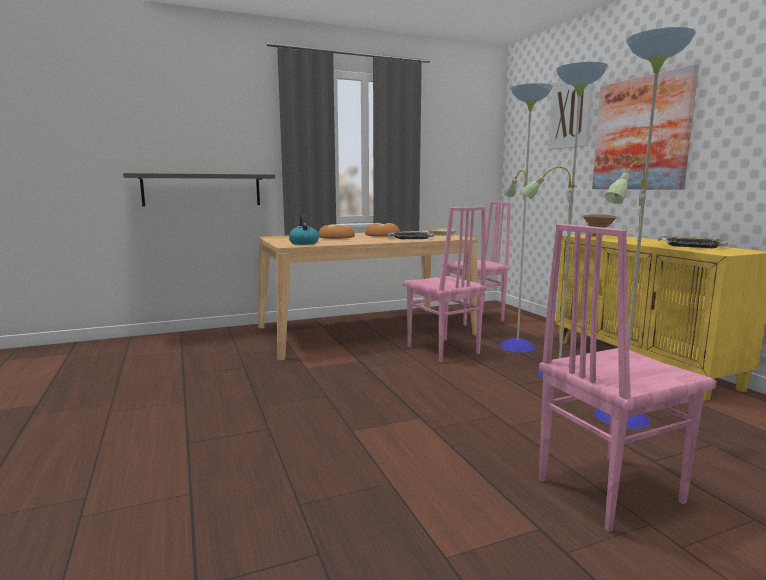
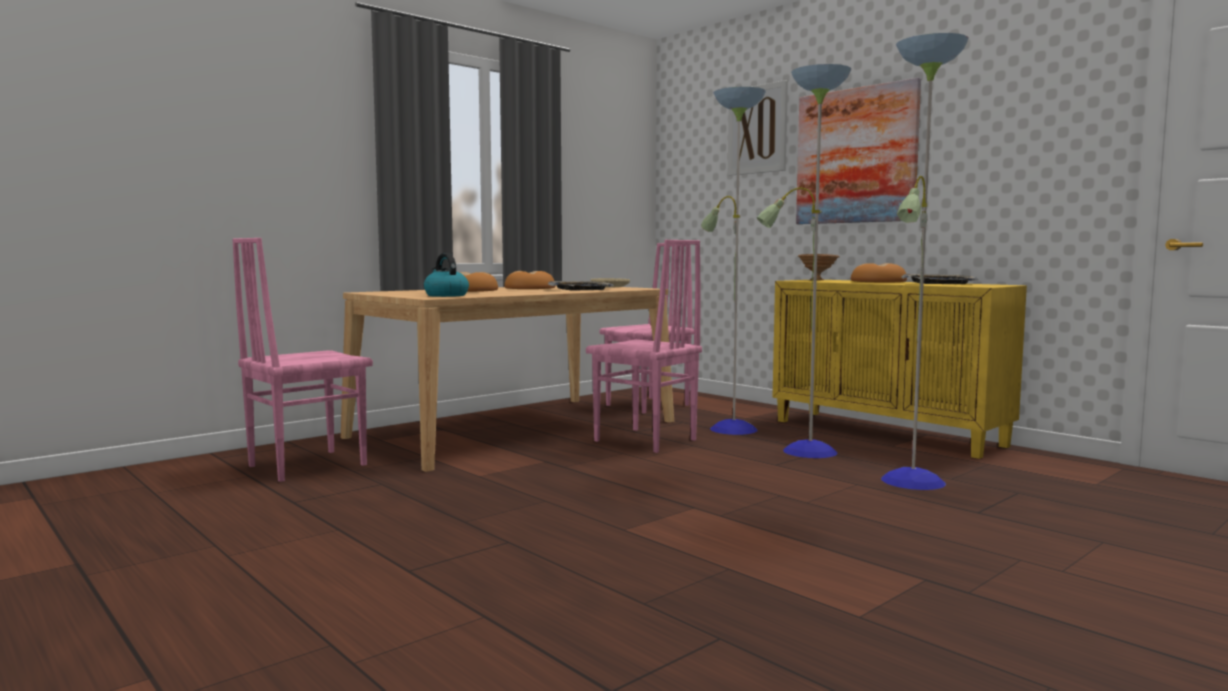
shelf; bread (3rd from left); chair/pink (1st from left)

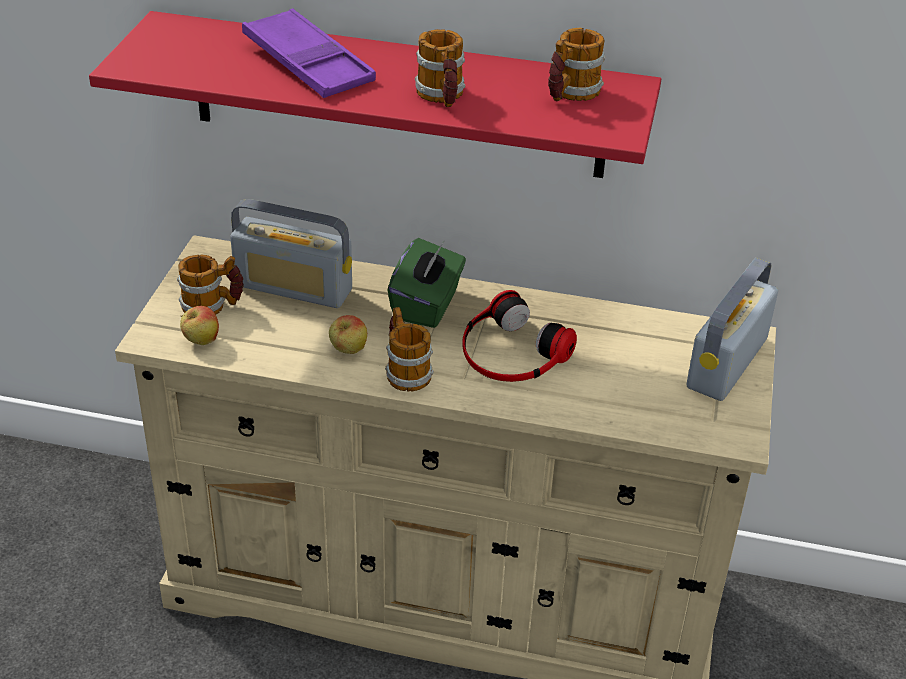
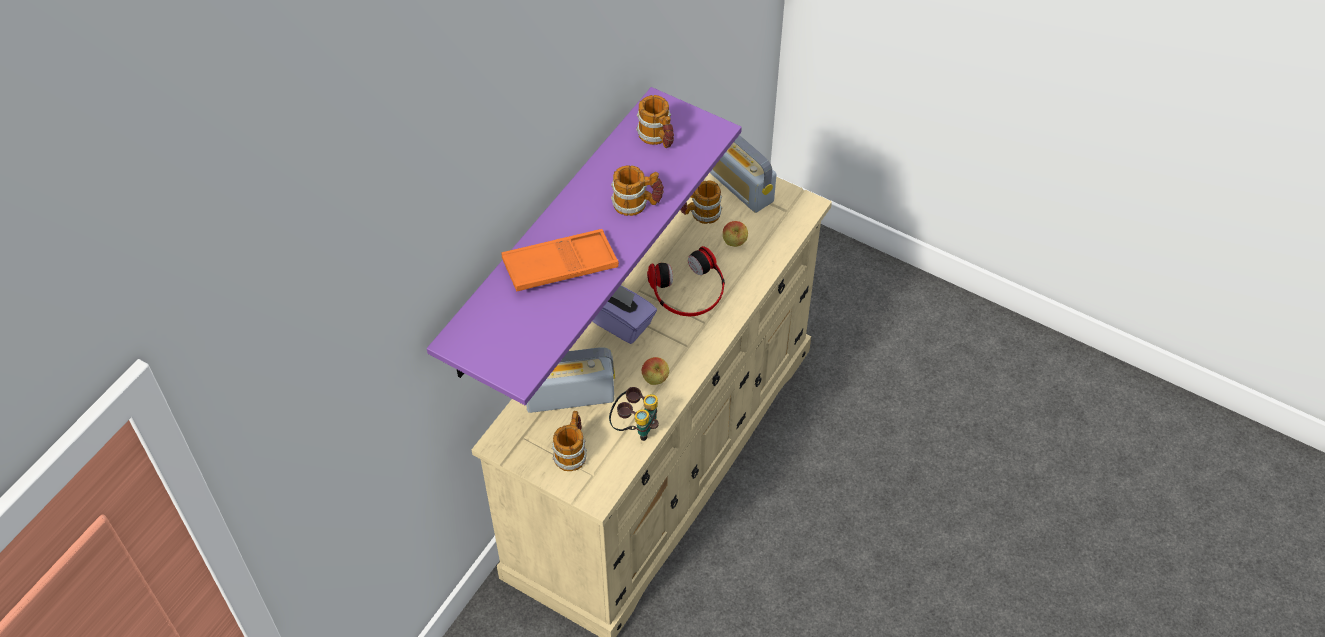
binoculars; apple (2nd from left); mug (4th from left); shelf/purple; tray/orange; tissue box/purple; radio (1st from left)

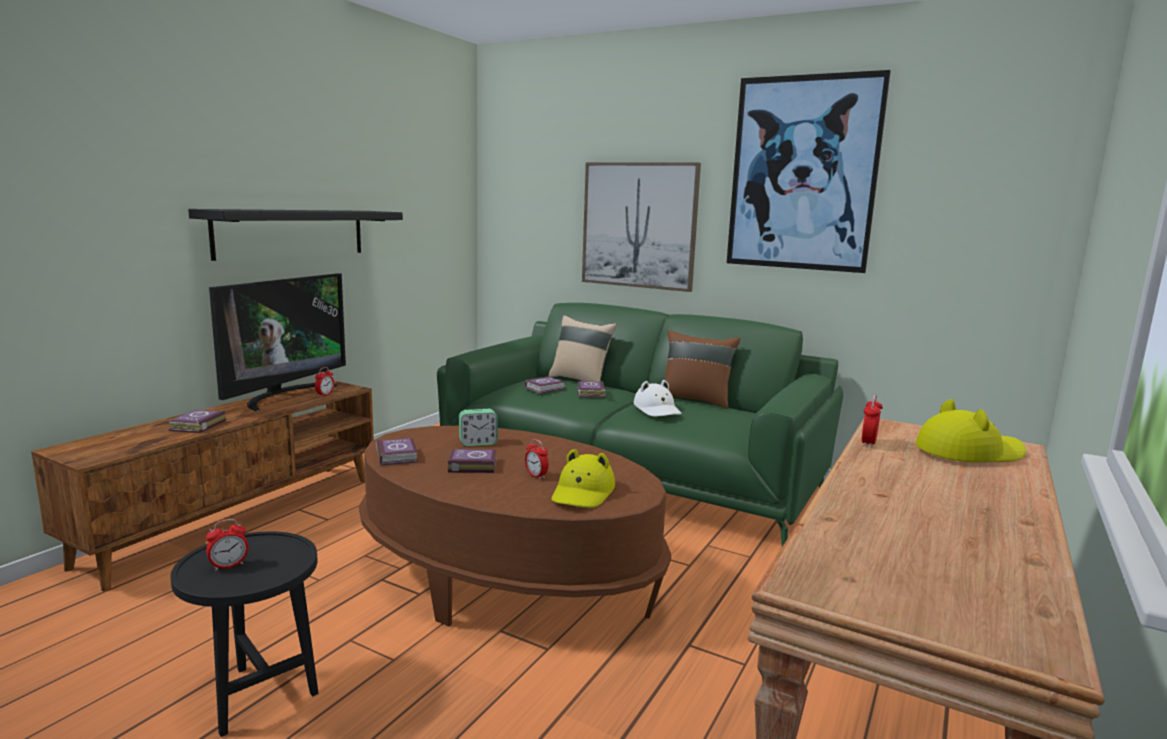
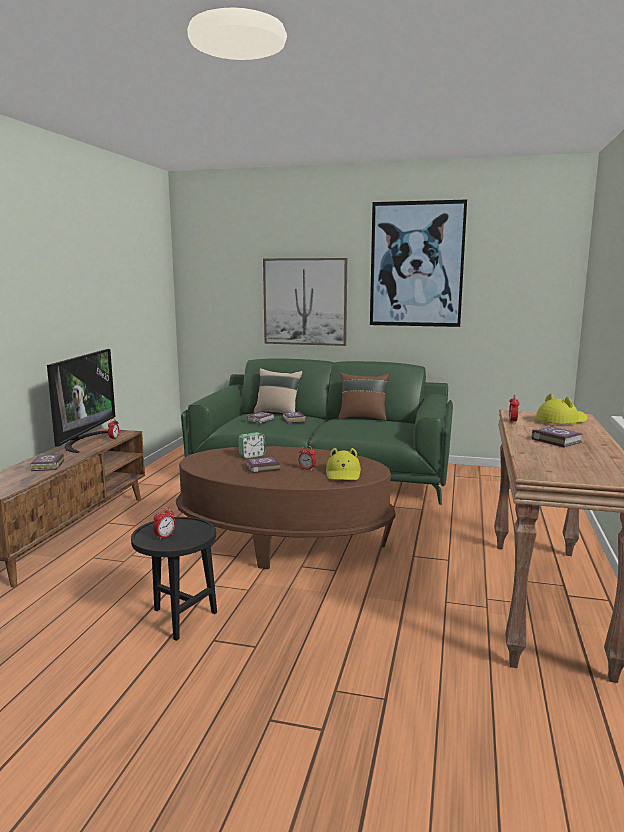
shelf/black; hat/white; book (5th from left)

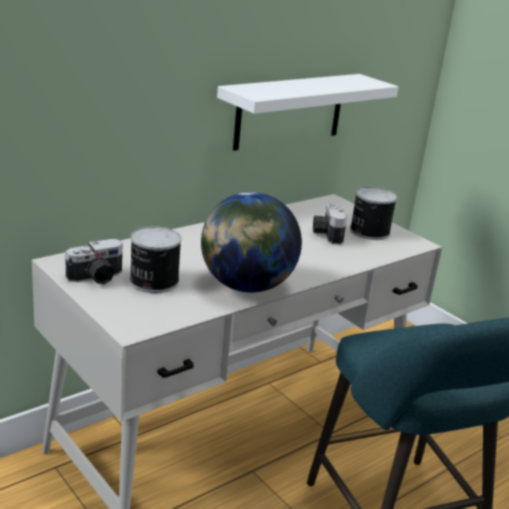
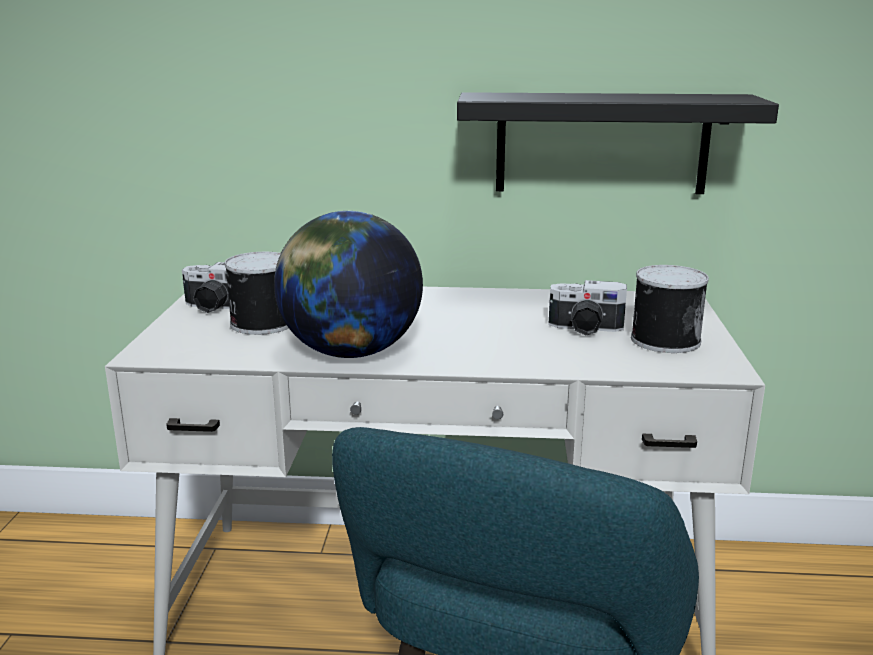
shelf/black; photo camera (2nd from left)

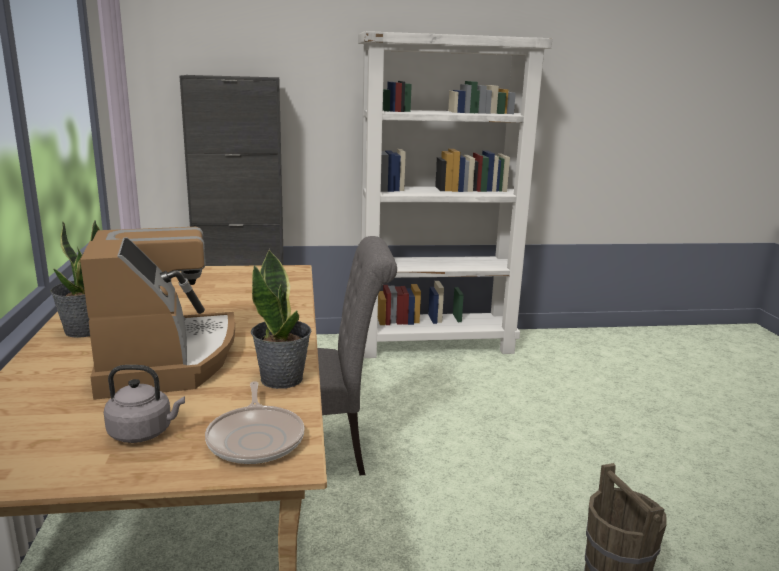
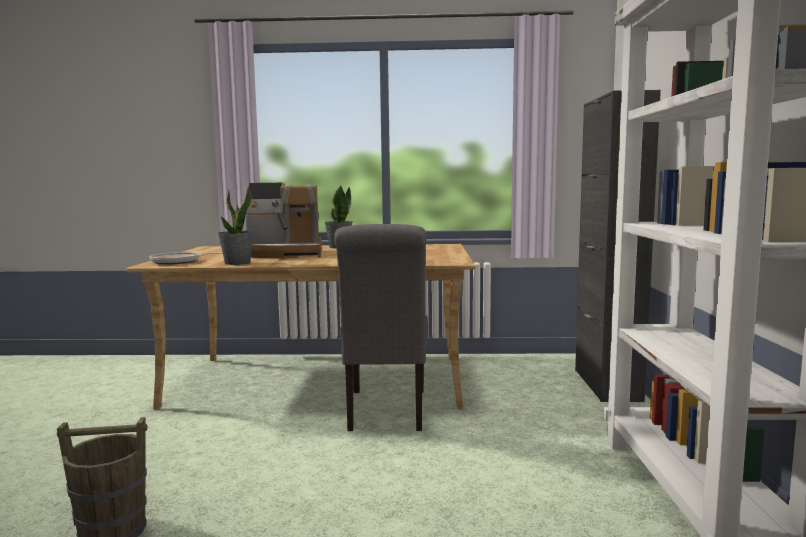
kettle/grey

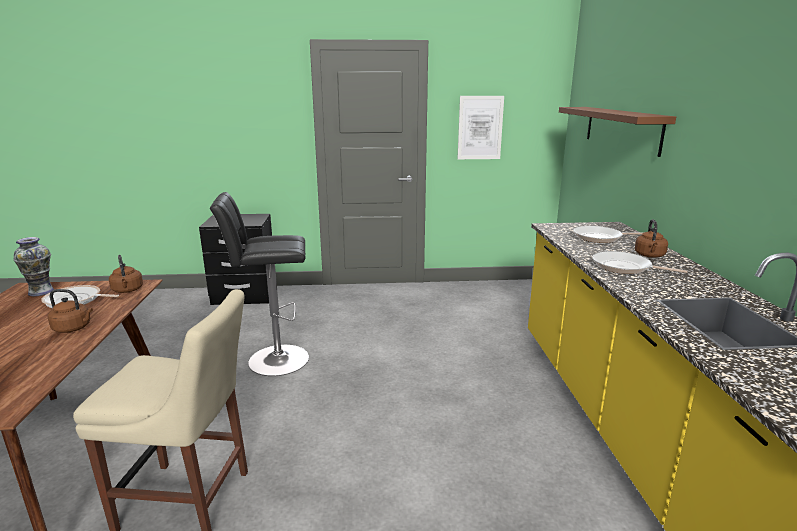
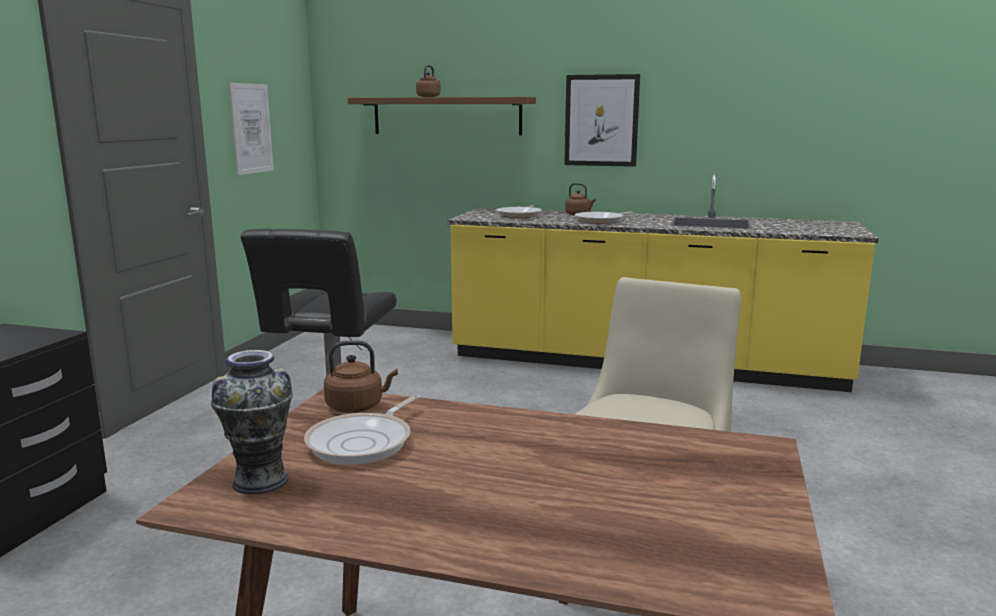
picture (2nd from left); kettle/brown (2nd from left)

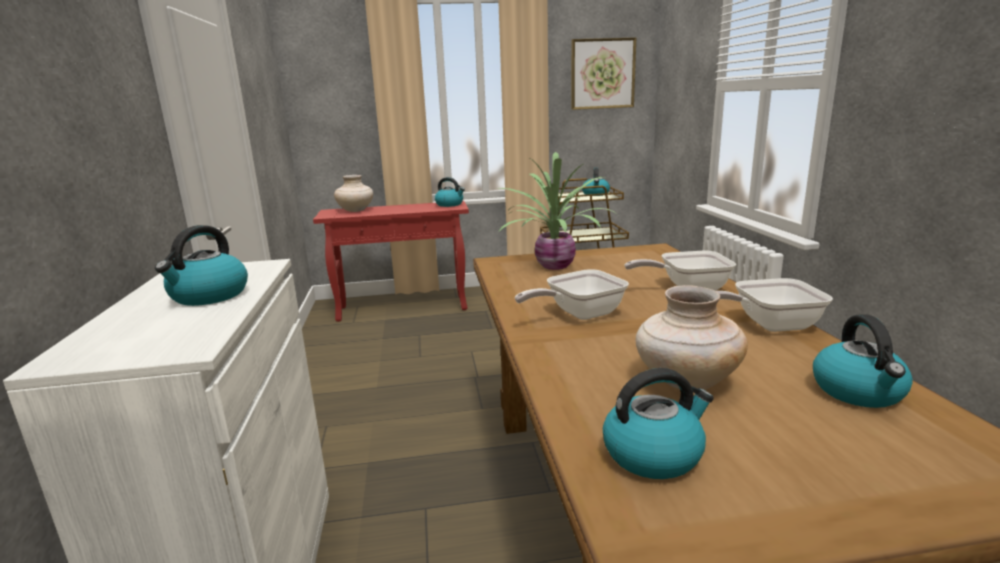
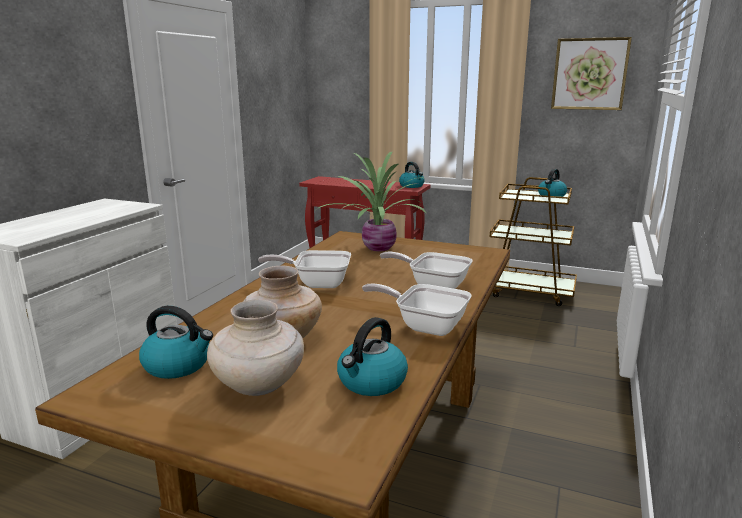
kettle (1st from left in the first image); vase/beige (1st from left)

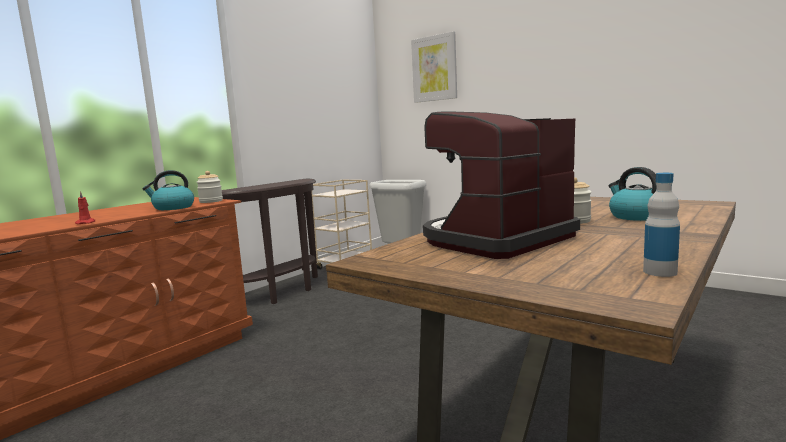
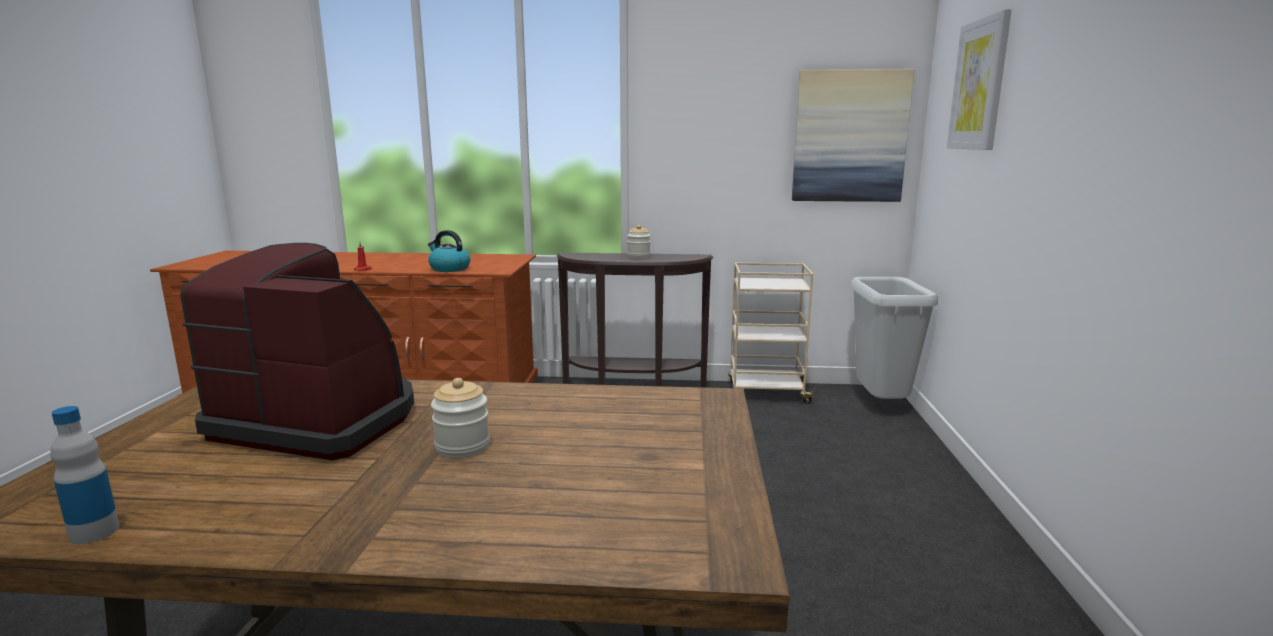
kettle (2nd from left in the first image); picture (1st from left); jar (2nd from left)

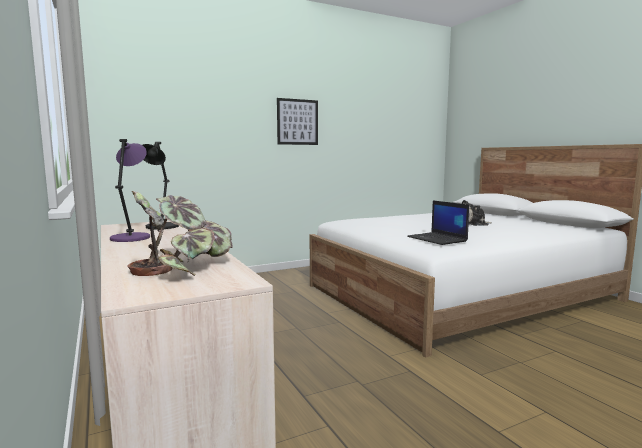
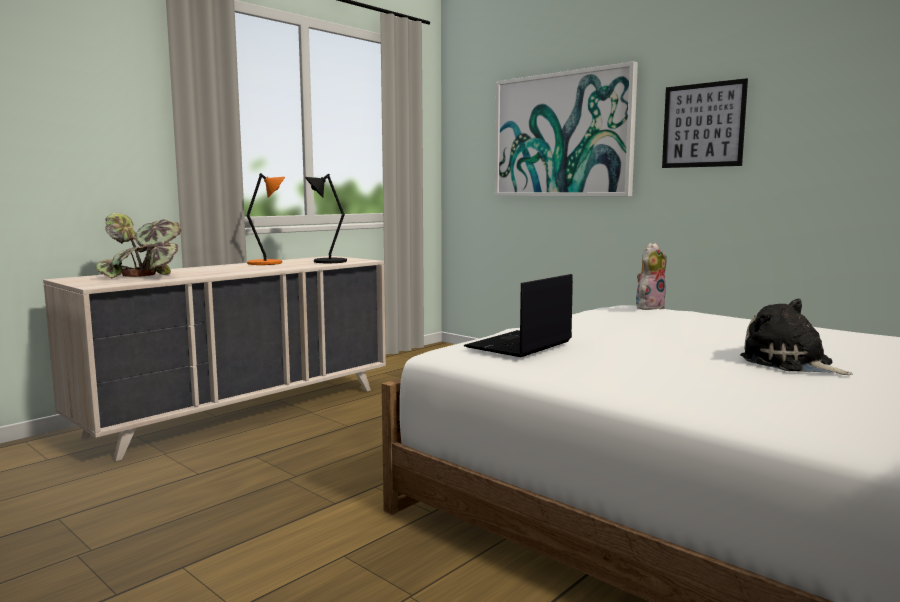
picture (1st from left); plush toy (1st from left); table lamp/orange

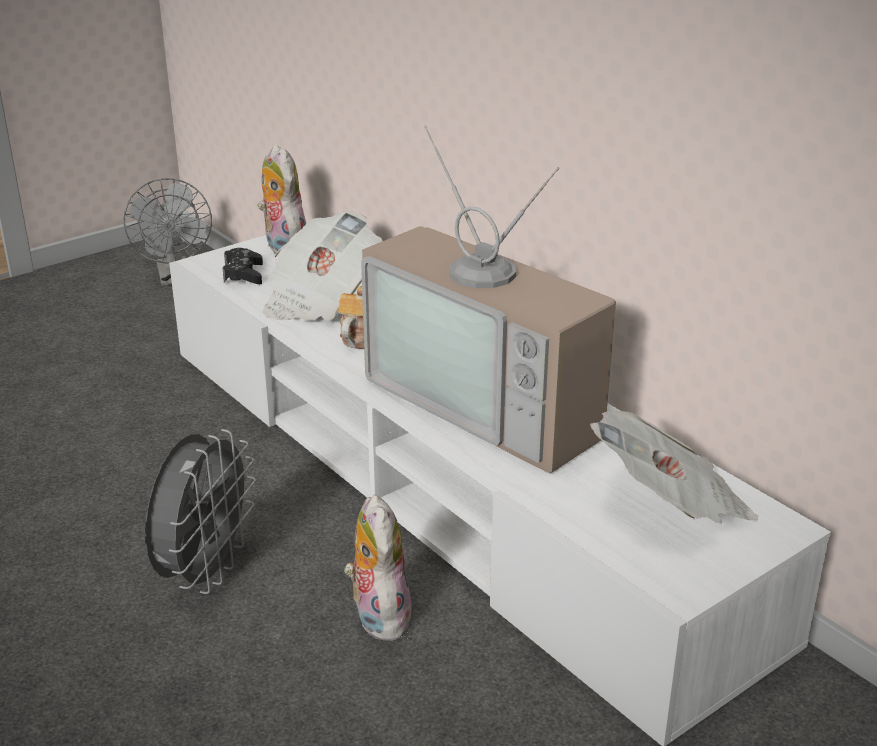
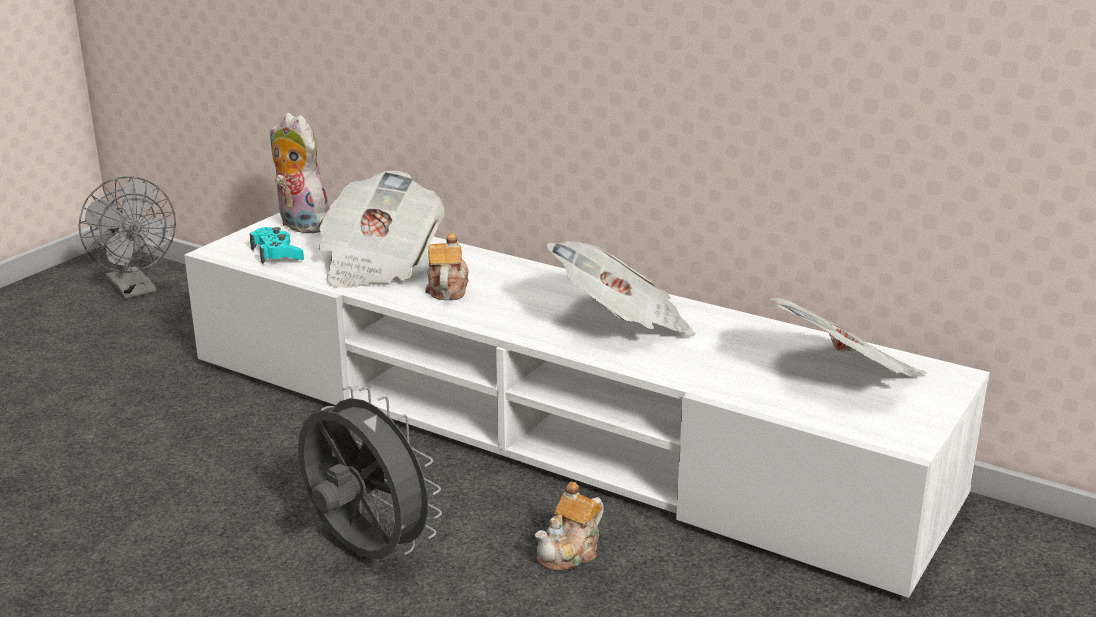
teapot (2nd from left); newspaper (2nd from left); game controller/turquoise; fan/grey (2nd from left)

